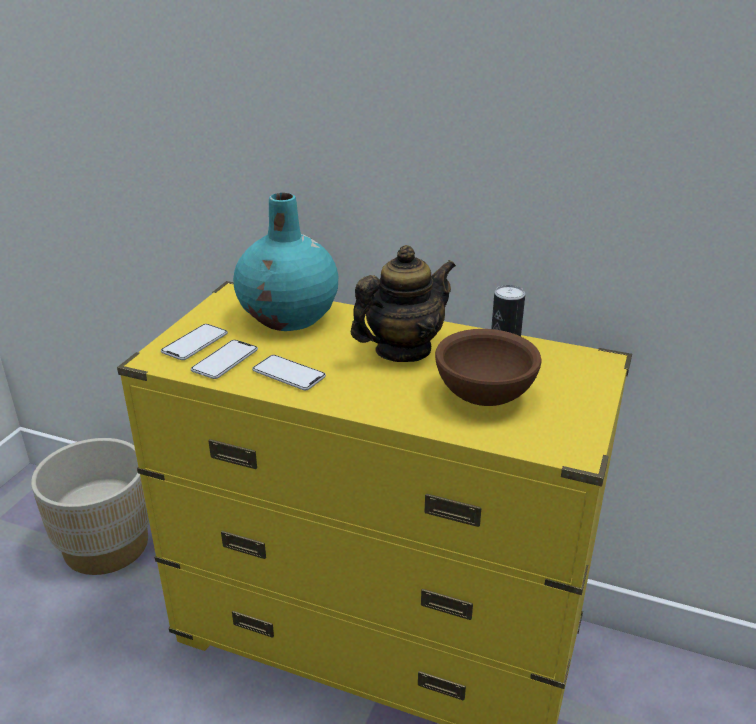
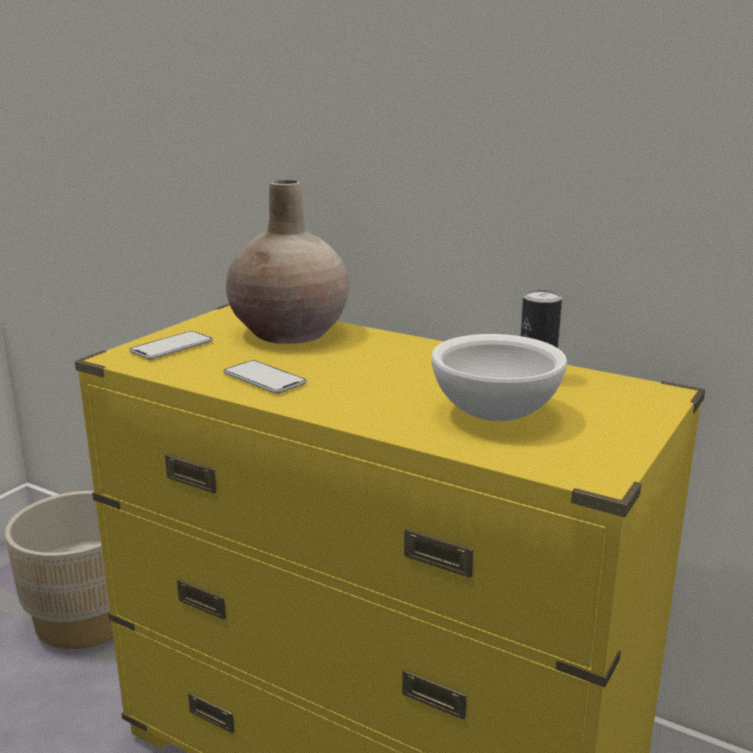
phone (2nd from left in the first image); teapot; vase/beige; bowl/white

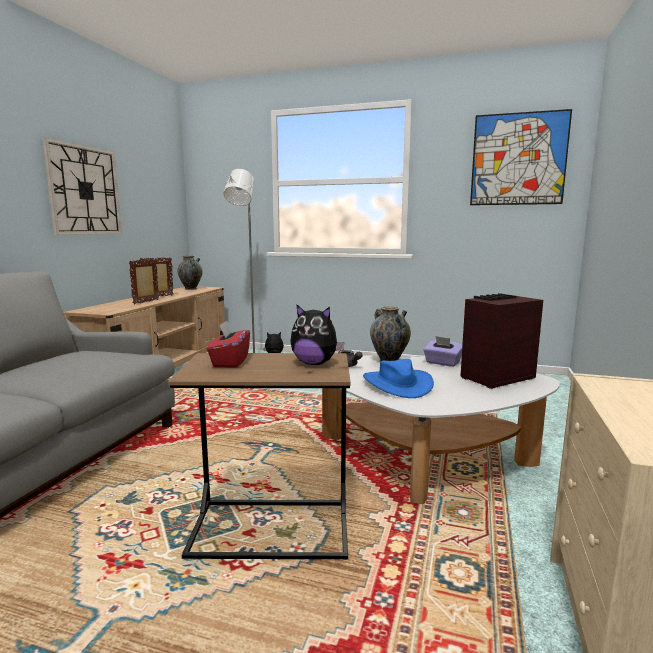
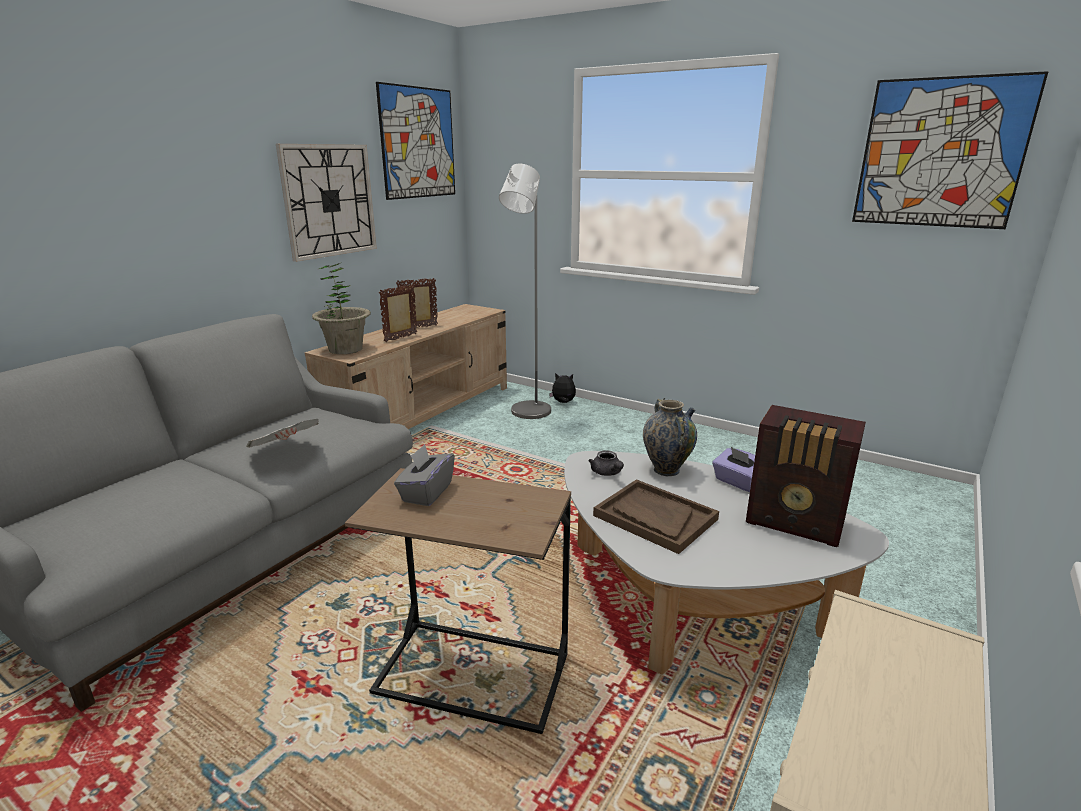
vase (1st from left in the first image); plush toy (2nd from left in the first image); newspaper; potted plant; picture (1st from left); tray/brown; tissue box/grey; radio

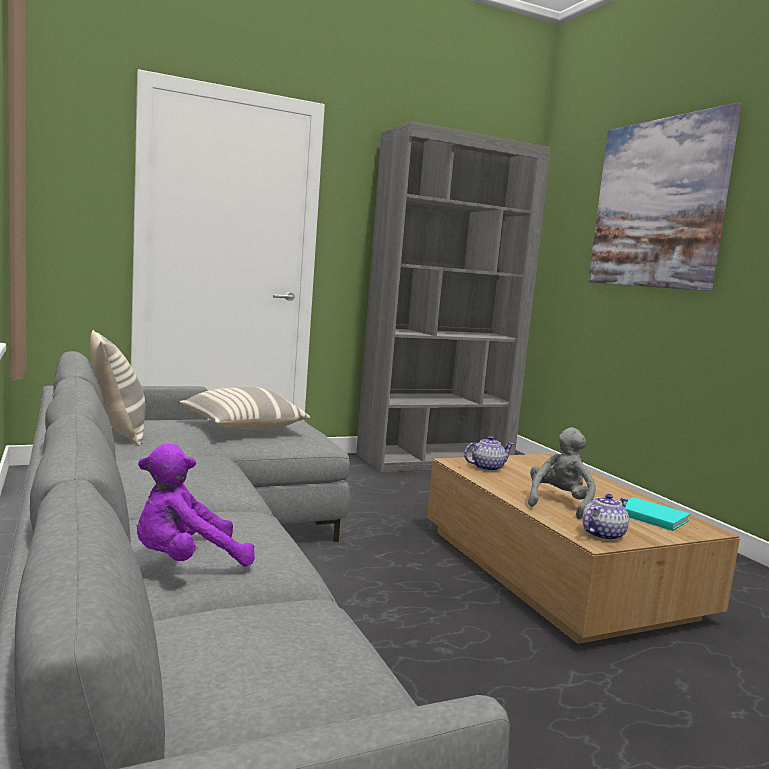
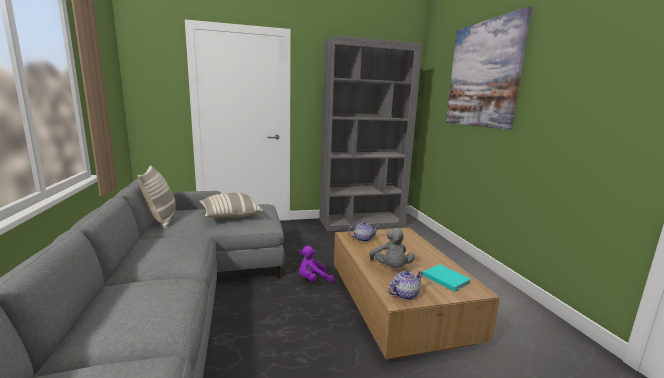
plush toy/purple; plush toy/grey

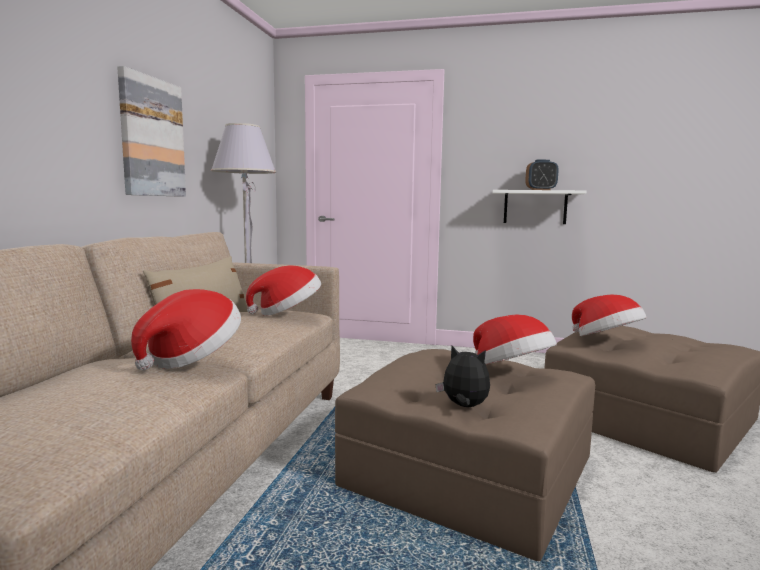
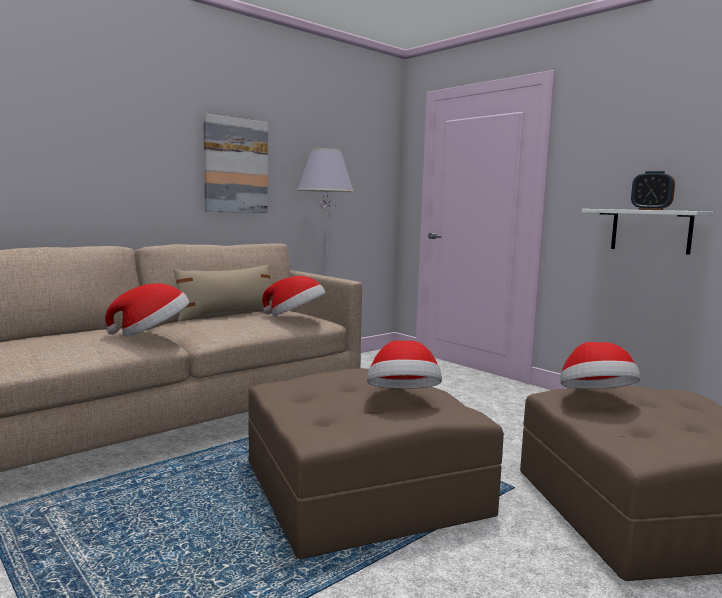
plush toy

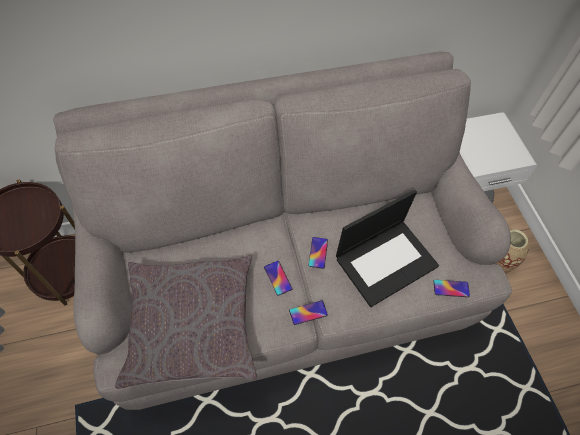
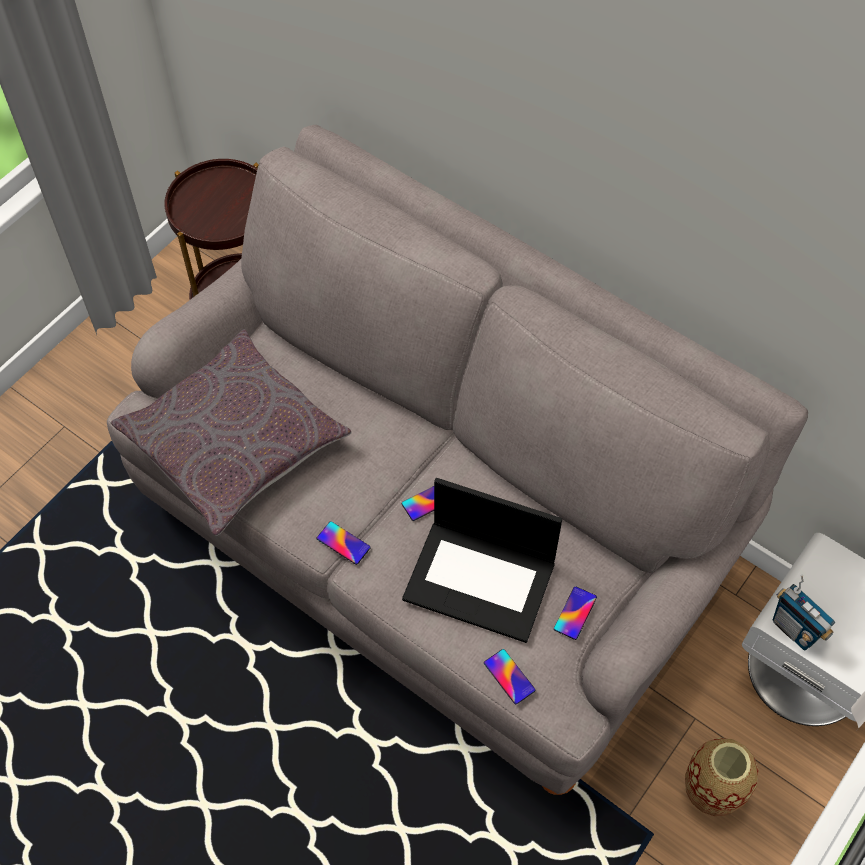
radio; phone (4th from left)

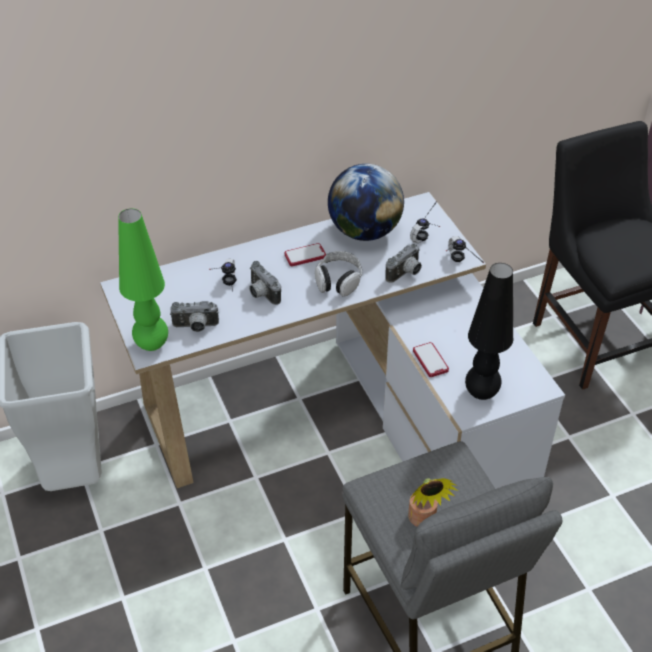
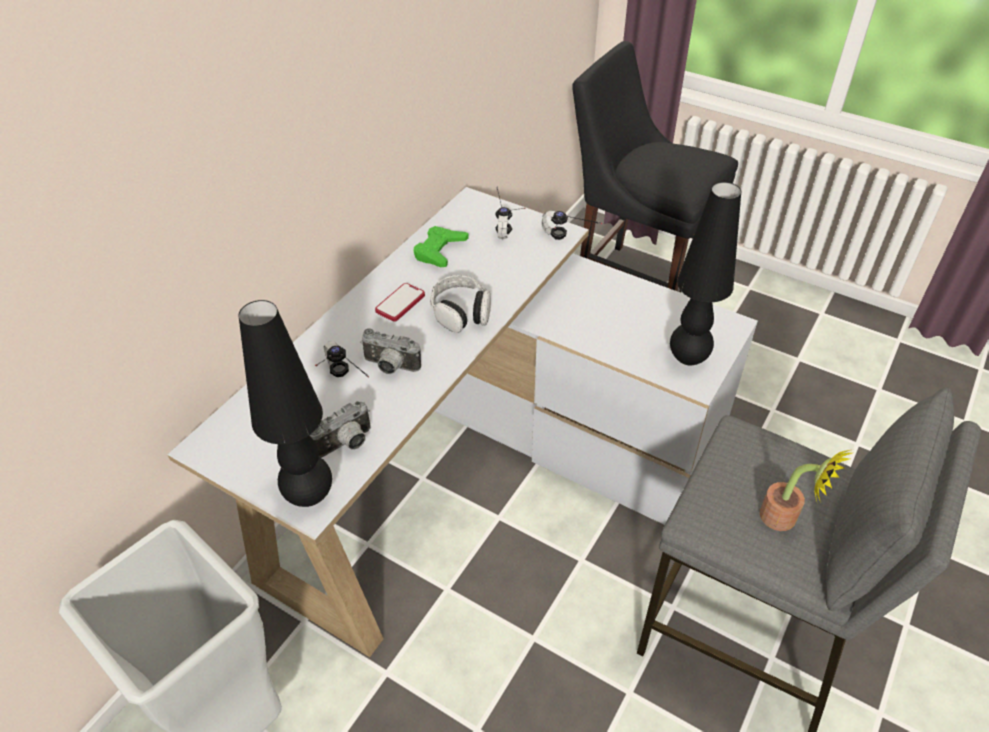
photo camera (3rd from left in the first image); phone (2nd from left in the first image); game controller/green; table lamp/black (1st from left)

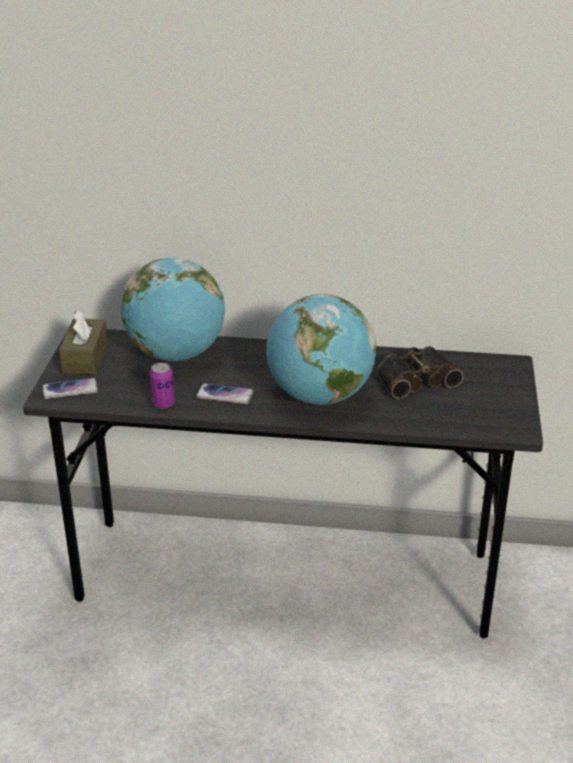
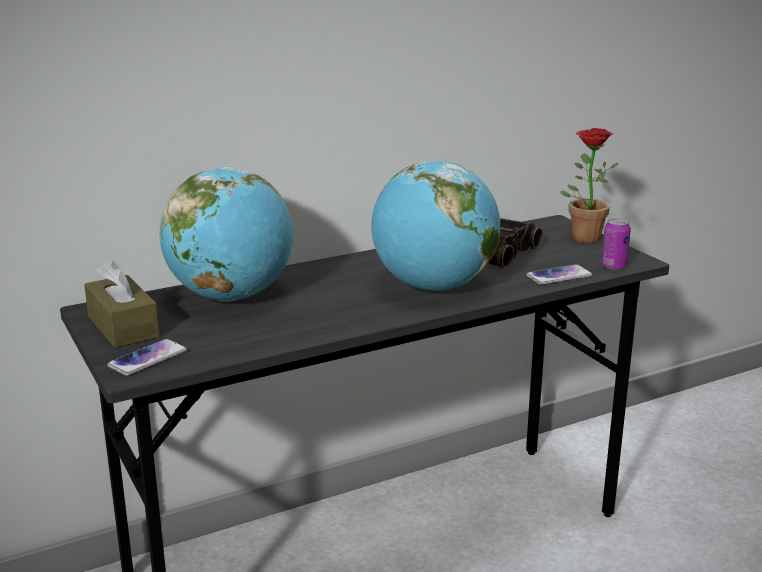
potted plant; can; phone (2nd from left)

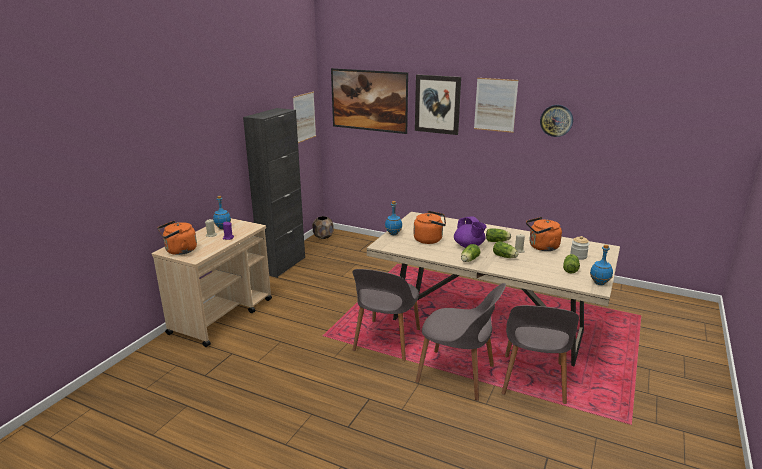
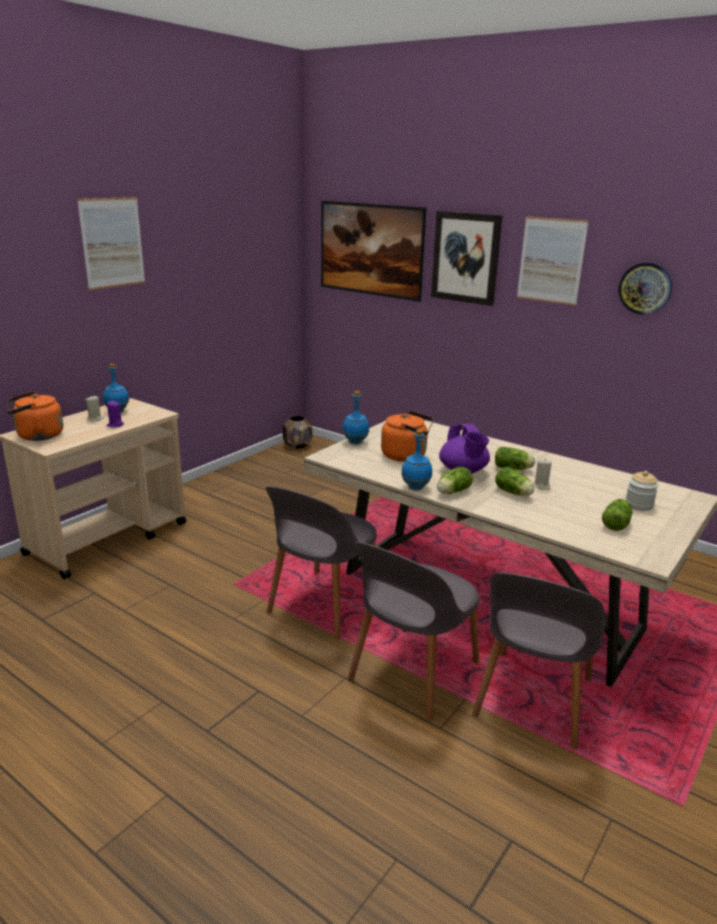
cabinet/black; kettle/orange (3rd from left in the first image); picture (1st from left); bottle/blue (3rd from left); chair/grey (2nd from left)

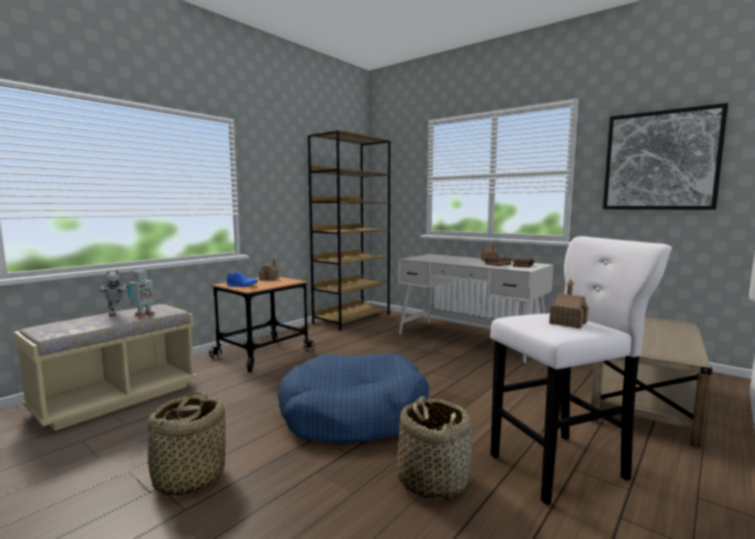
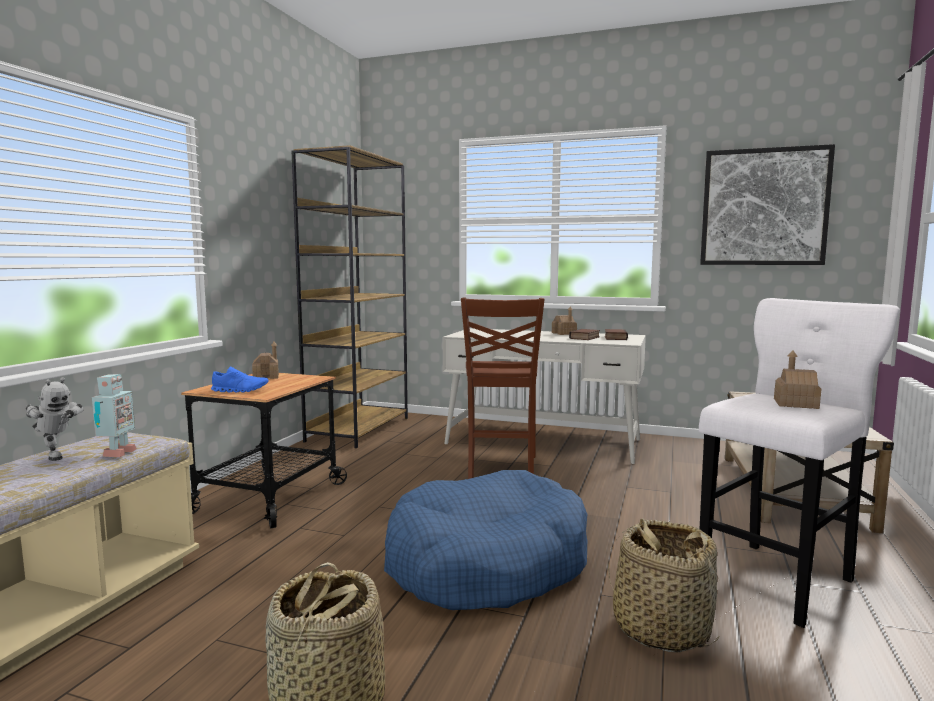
chair/brown

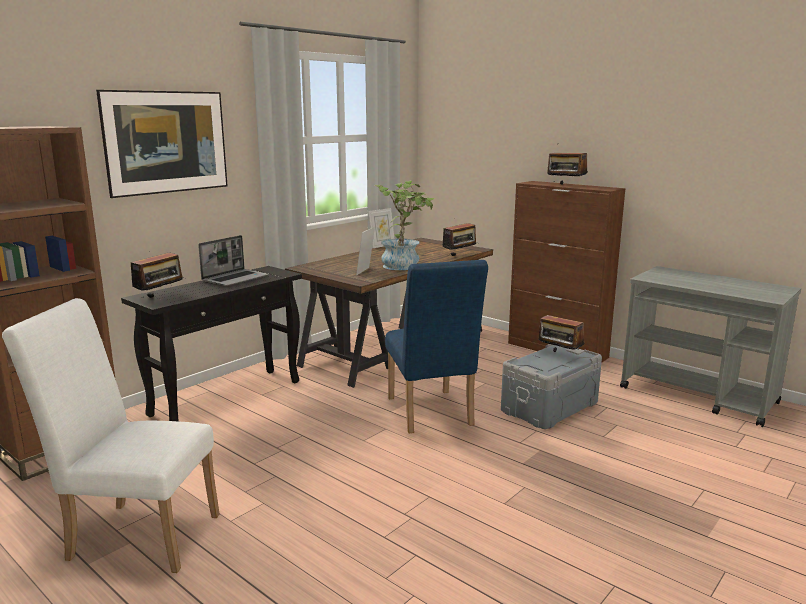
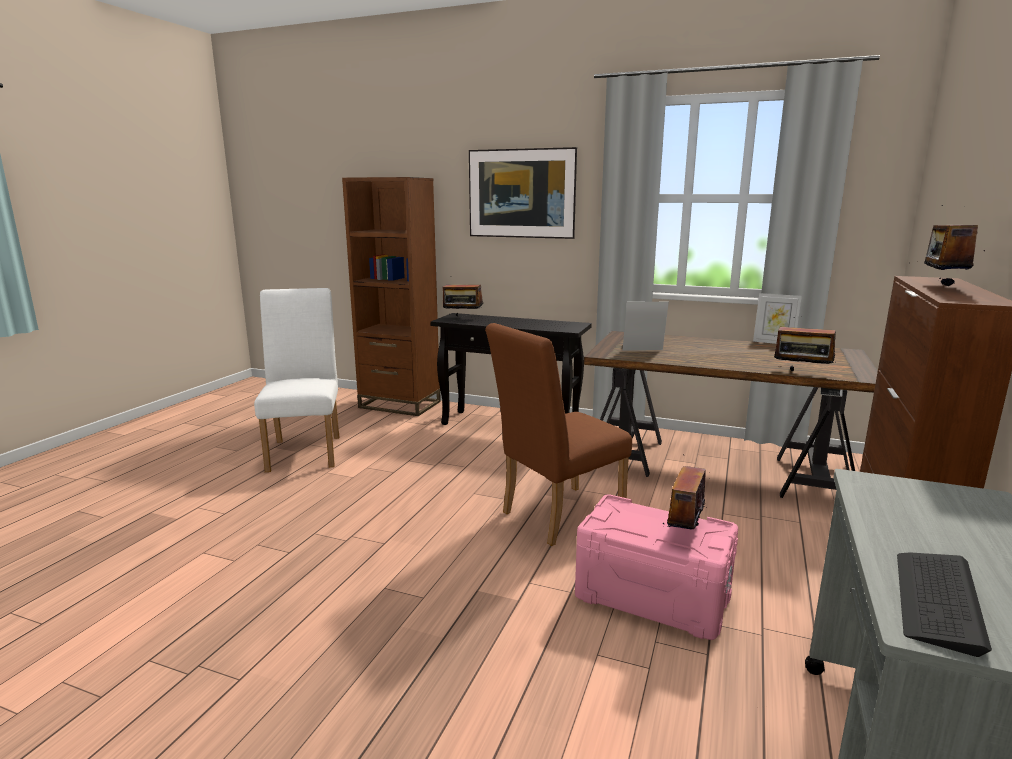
laptop; potted plant; keyboard; chair/brown; storage box/pink

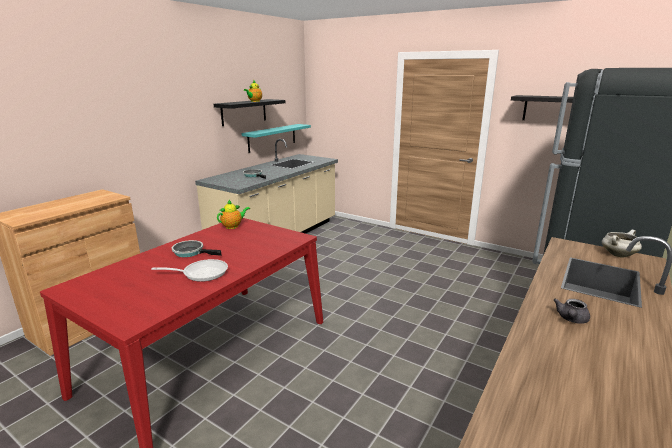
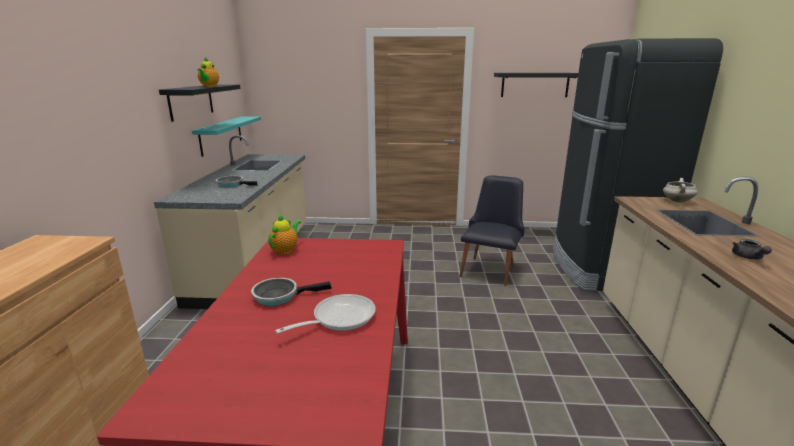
chair/black

